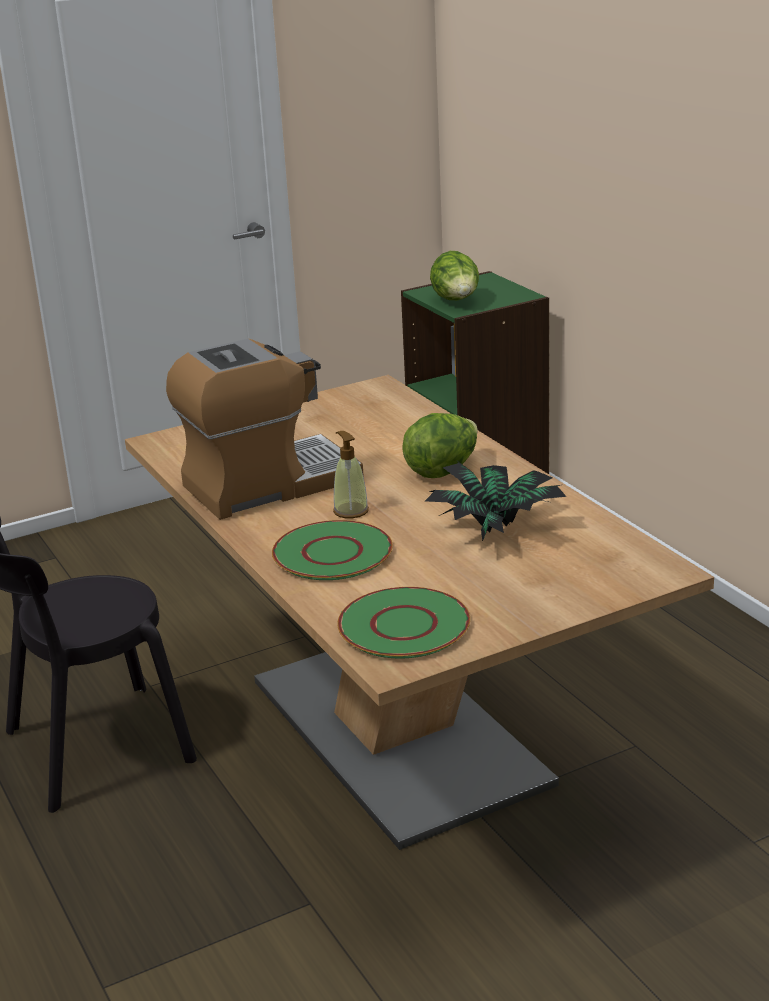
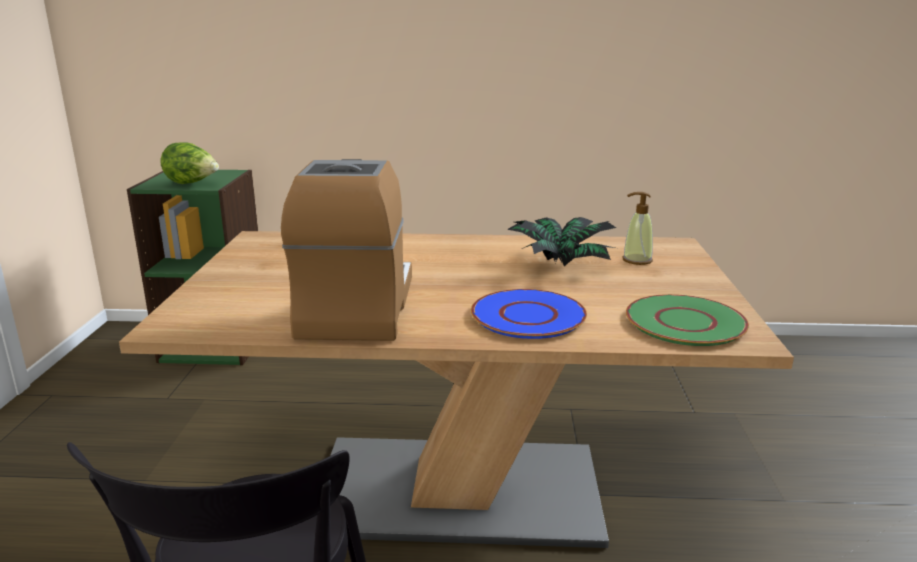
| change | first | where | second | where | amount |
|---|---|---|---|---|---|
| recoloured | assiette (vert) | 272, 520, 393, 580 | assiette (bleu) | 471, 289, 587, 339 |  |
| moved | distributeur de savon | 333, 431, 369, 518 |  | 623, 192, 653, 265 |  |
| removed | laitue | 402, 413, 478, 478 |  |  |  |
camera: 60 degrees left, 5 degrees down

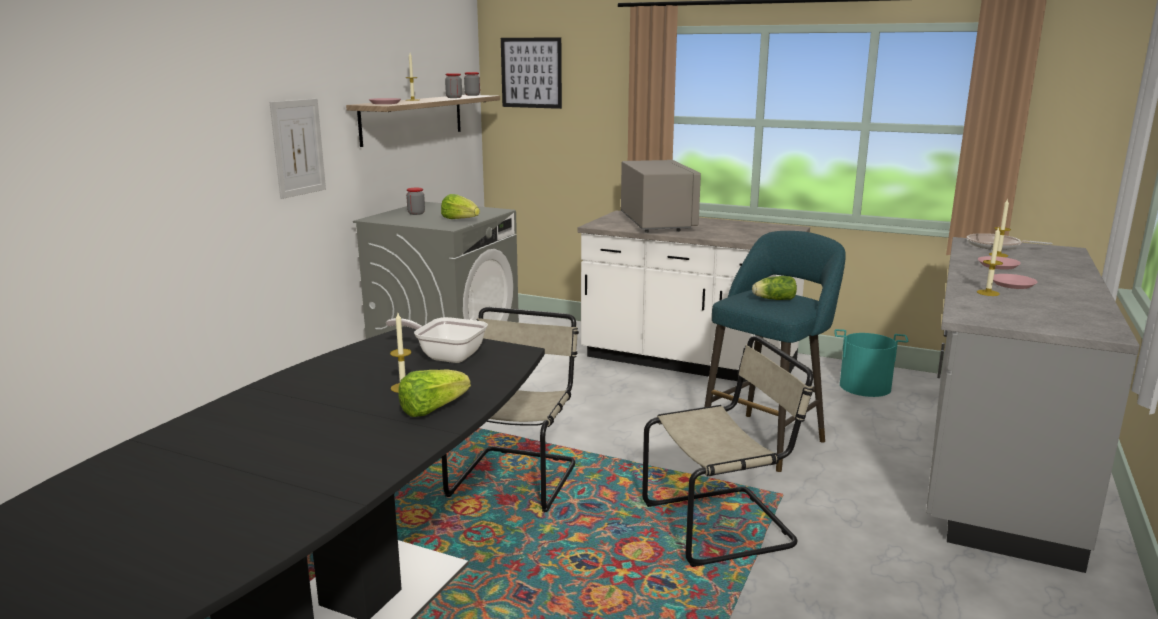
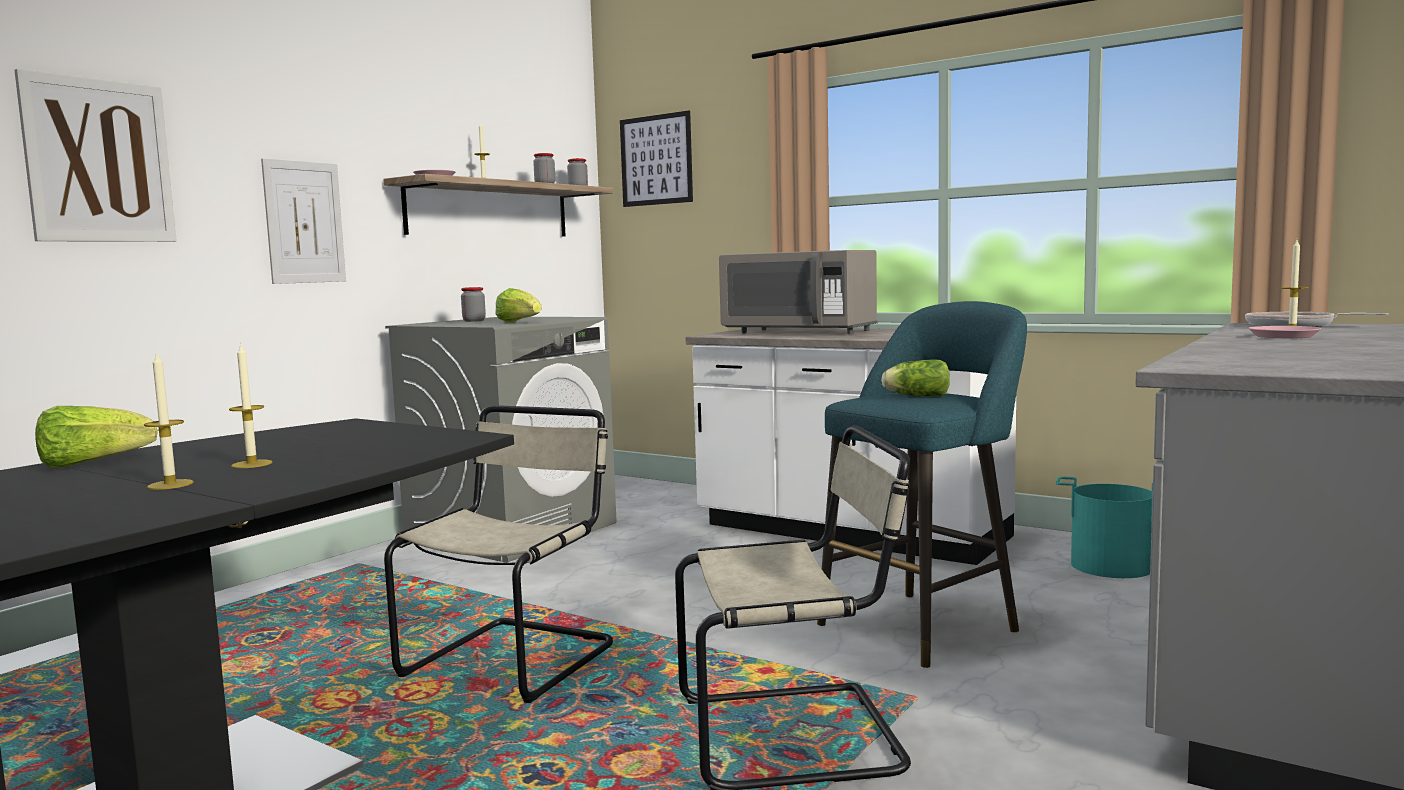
| change | first | where | second | where | amount |
|---|---|---|---|---|---|
| added |  |  | tableau | 14, 69, 177, 242 |  |
| moved | laitue | 398, 369, 471, 417 |  | 35, 406, 158, 467 |  |
| moved | bougie | 977, 227, 1003, 296 |  | 144, 352, 194, 490 |  |
| turned | micro-ondes (gris) | 621, 160, 701, 233 |  | 719, 250, 878, 334 | 120 degrees clockwise |
| removed | poêle | 386, 317, 488, 363 |  |  |  |
| removed | assiette (rose) | 993, 274, 1037, 289 |  |  |  |
camera: 10 degrees right, 10 degrees down

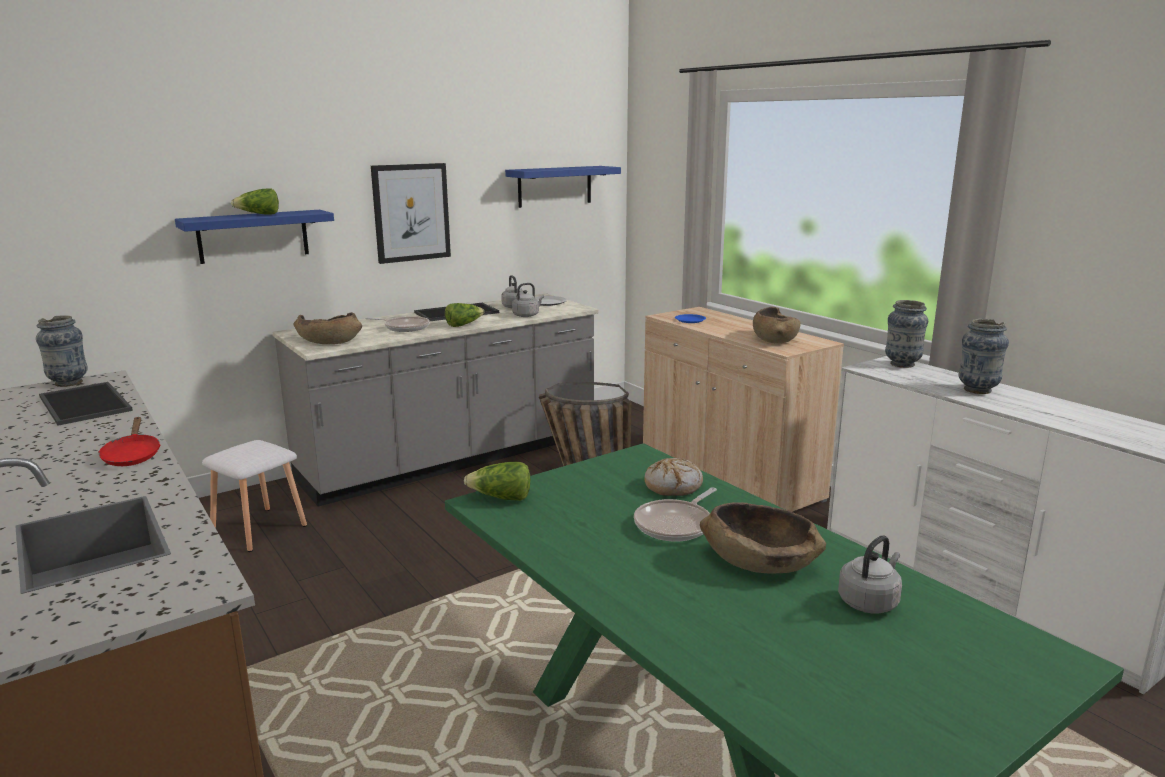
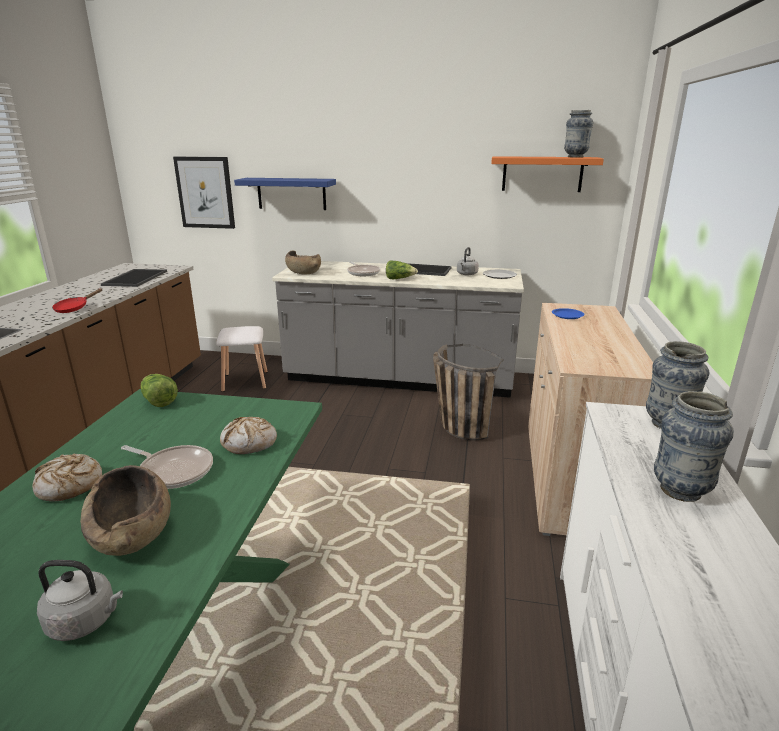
| change | first | where | second | where | amount |
|---|---|---|---|---|---|
| added |  |  | pain | 32, 454, 102, 502 |  |
| turned | poêle | 634, 487, 717, 541 |  | 121, 445, 213, 489 | 150 degrees counterclockwise |
| moved | tableau | 371, 163, 451, 264 |  | 173, 157, 235, 229 |  |
| recoloured | étagère (bleu) | 505, 166, 621, 208 | étagère (orange) | 491, 156, 604, 192 |  |
| moved | vase | 36, 315, 88, 387 |  | 564, 110, 593, 158 |  |
| removed | laitue | 231, 188, 279, 215 |  |  |  |
| removed | bouilloire (gris) | 512, 283, 544, 317 |  |  |  |
| removed | bol (marron) | 753, 307, 801, 343 |  |  |  |
camera: 45 degrees right, 5 degrees up

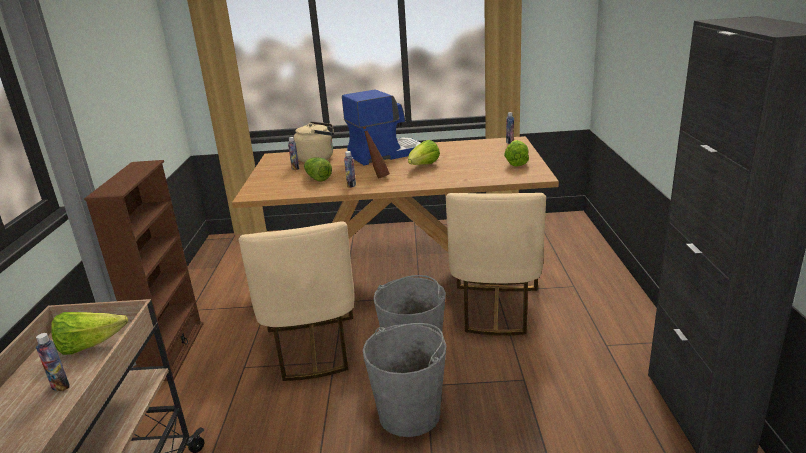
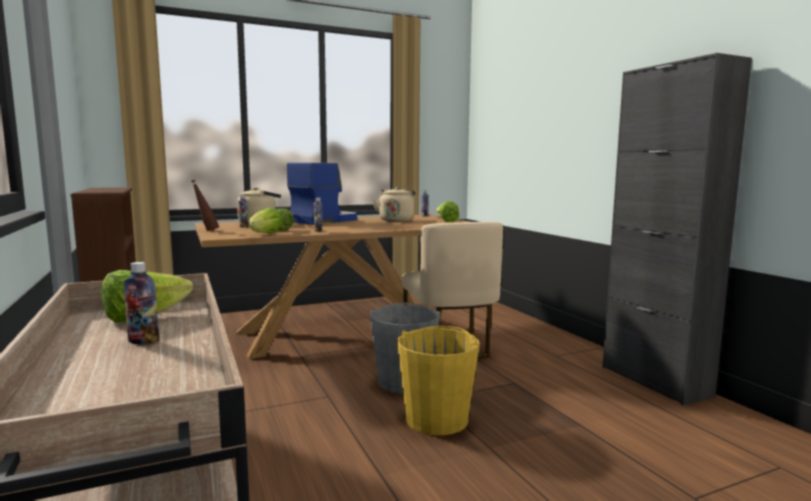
| change | first | where | second | where | amount |
|---|---|---|---|---|---|
| moved | bouteille (marron) | 363, 126, 390, 179 |  | 191, 180, 219, 231 |  |
| moved | laitue | 408, 140, 440, 165 |  | 249, 208, 282, 234 |  |
| added |  |  | bouilloire (beige) | 372, 187, 416, 222 |  |
| recoloured | seau (gris) | 363, 323, 447, 437 | seau (jaune) | 397, 326, 480, 436 |  |
| removed | chaise (beige) | 239, 221, 355, 381 |  |  |  |
camera: 25 degrees left, 15 degrees down

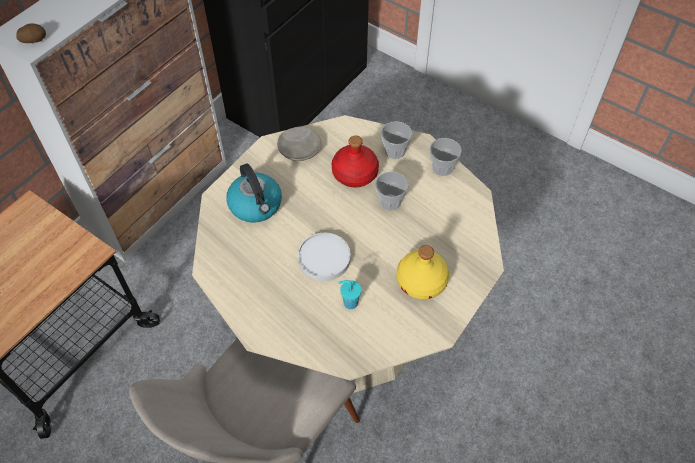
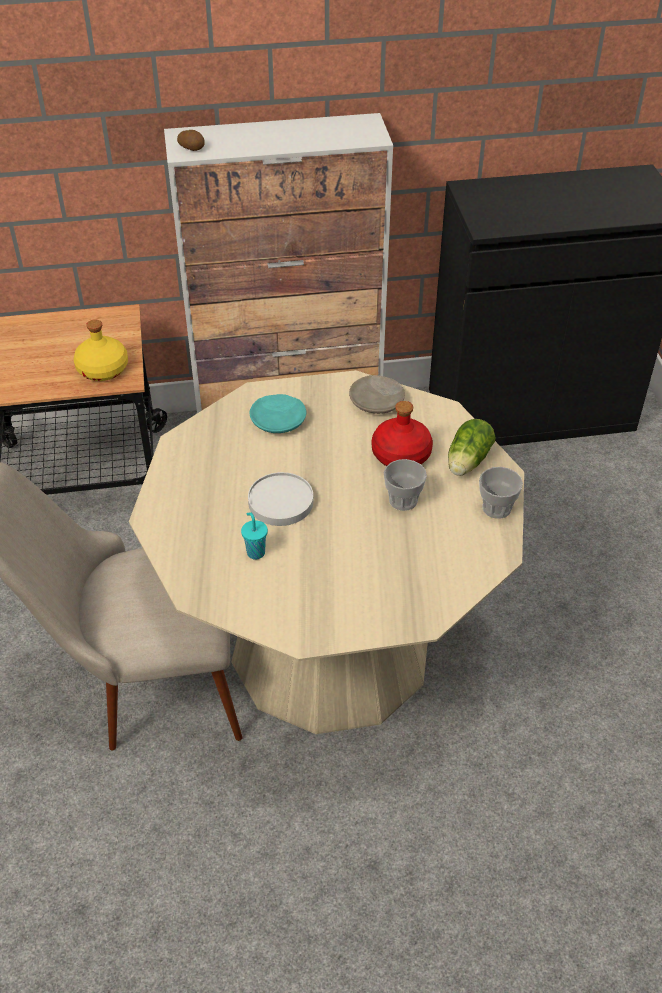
| change | first | where | second | where | amount |
|---|---|---|---|---|---|
| moved | bouteille (jaune) | 396, 245, 449, 299 |  | 73, 319, 128, 381 |  |
| replaced | bouilloire | 226, 164, 282, 223 | assiette (turquoise) | 250, 394, 306, 433 |  |
| replaced | tasse | 381, 121, 412, 159 | laitue | 448, 419, 496, 476 |  |
camera: 45 degrees right, 10 degrees down

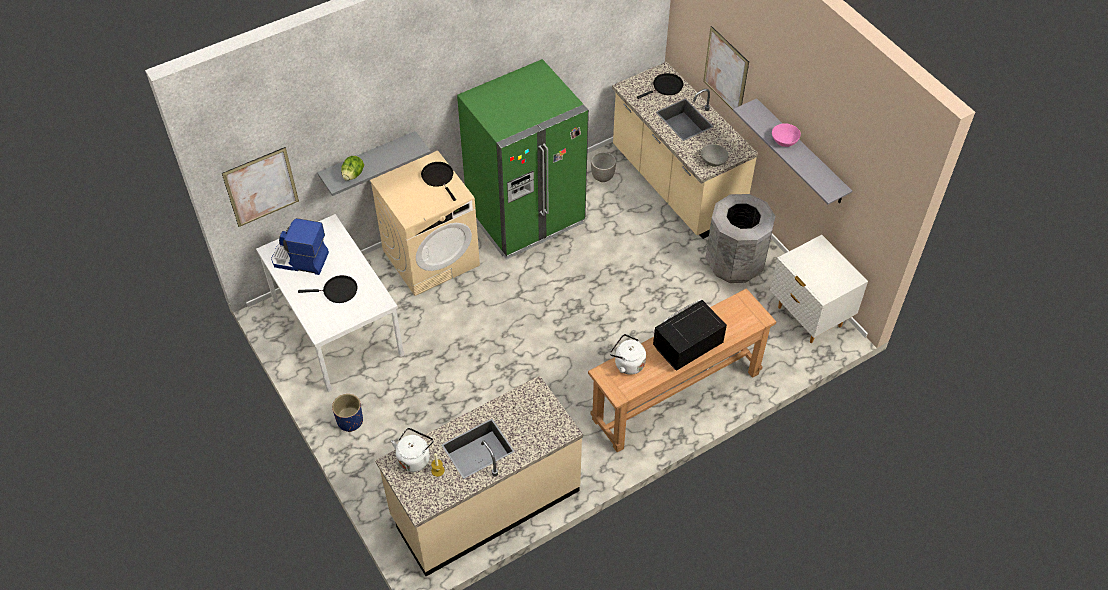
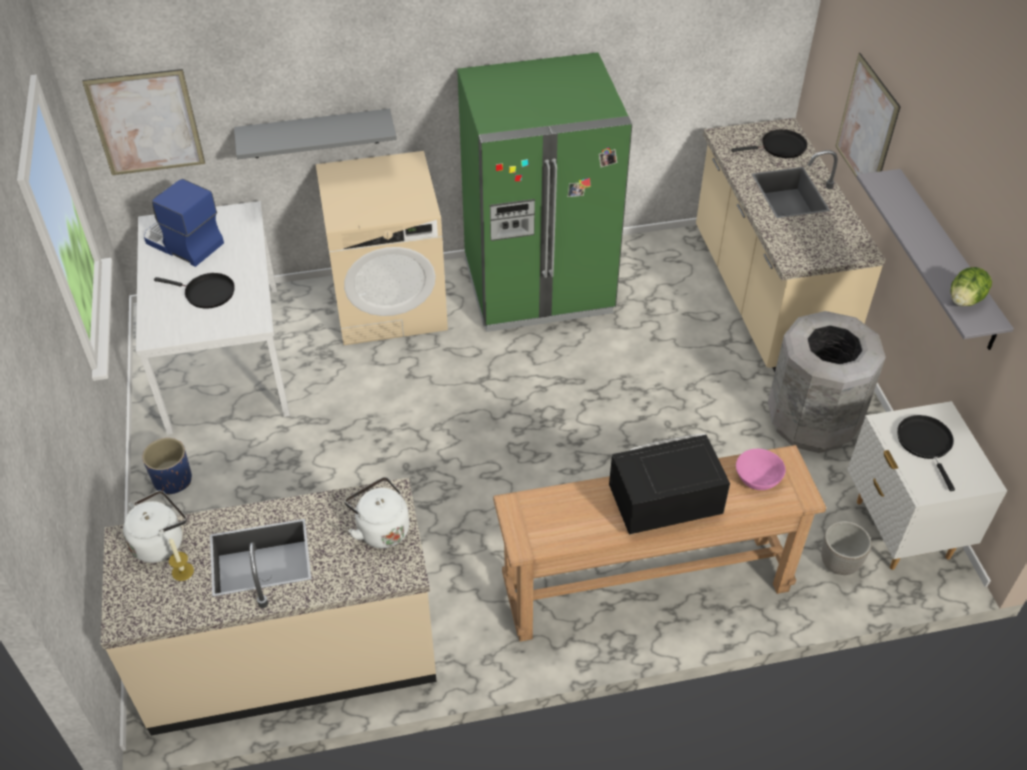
| change | first | where | second | where | amount |
|---|---|---|---|---|---|
| moved | bouilloire (blanc) | 610, 334, 646, 375 |  | 345, 477, 409, 548 |  |
| moved | bol (rose) | 772, 123, 801, 147 |  | 736, 449, 786, 490 |  |
| moved | cache-pot | 591, 152, 616, 182 |  | 821, 521, 872, 575 |  |
| moved | poêle (noir) | 421, 162, 456, 201 |  | 897, 415, 955, 491 |  |
| moved | laitue | 341, 156, 364, 181 |  | 951, 267, 992, 306 |  |
| removed | bol (gris) | 701, 144, 729, 167 |  |  |  |
camera: 20 degrees right, 5 degrees down

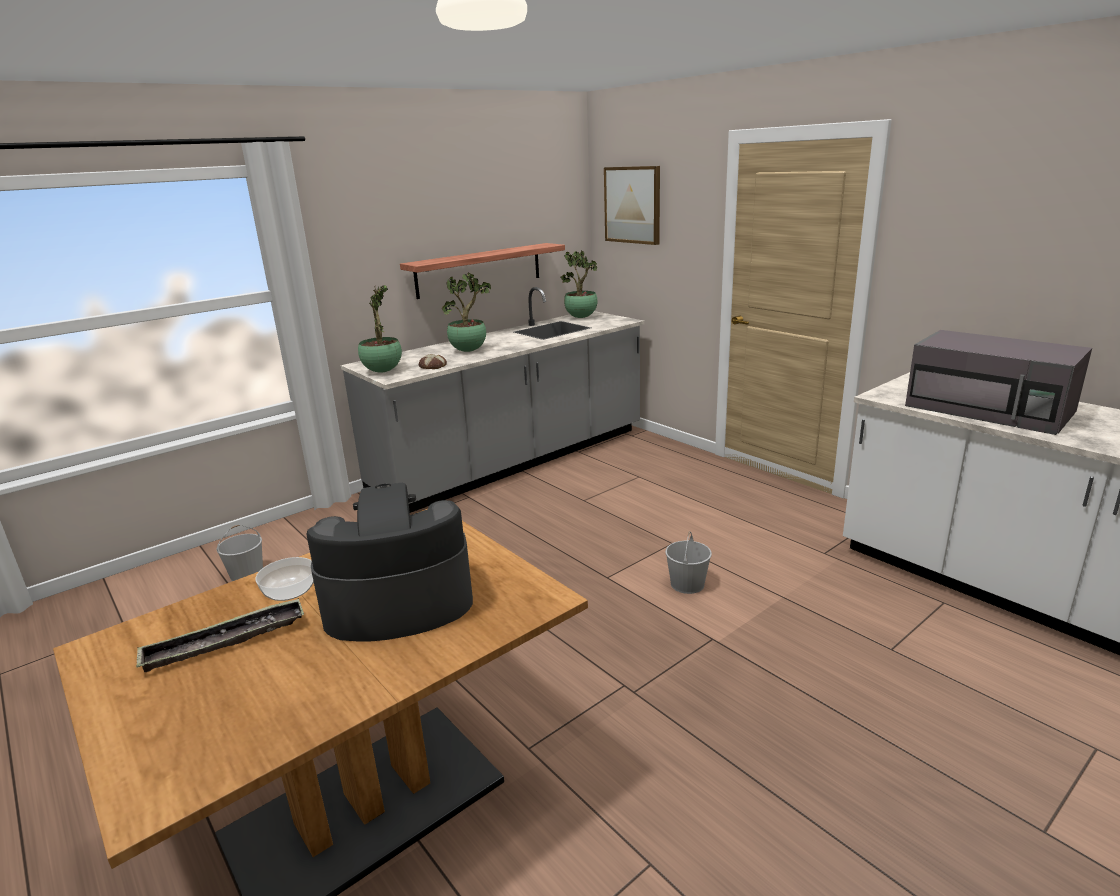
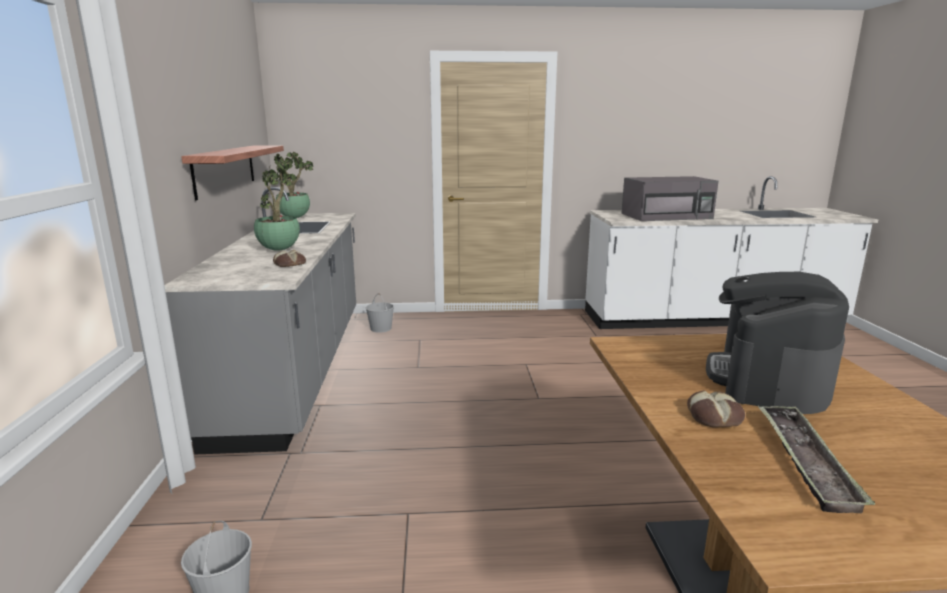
| change | first | where | second | where | amount |
|---|---|---|---|---|---|
| moved | seau (blanc) | 665, 531, 712, 594 |  | 366, 293, 394, 333 |  |
| replaced | bol | 255, 557, 314, 601 | pain | 687, 390, 745, 428 |  |
| removed | plante en pot | 358, 285, 402, 373 |  |  |  |
| removed | tableau | 604, 166, 660, 245 |  |  |  |
camera: 55 degrees left, 5 degrees down

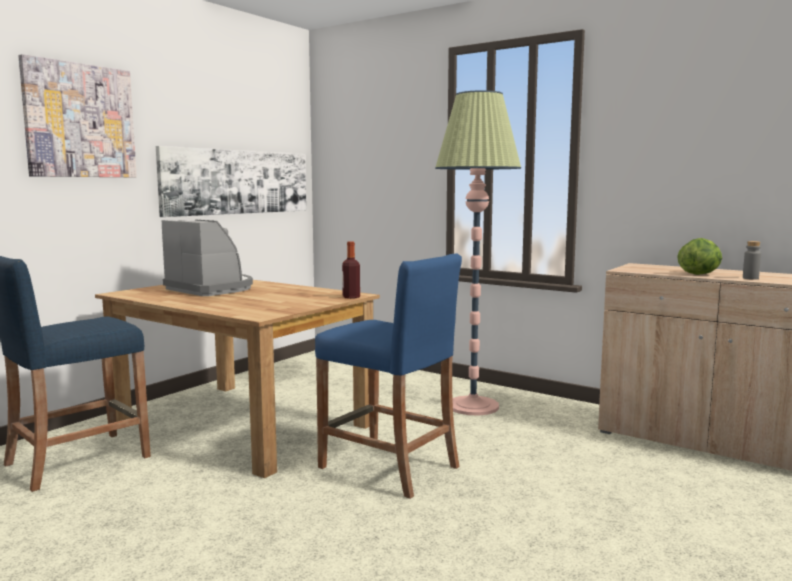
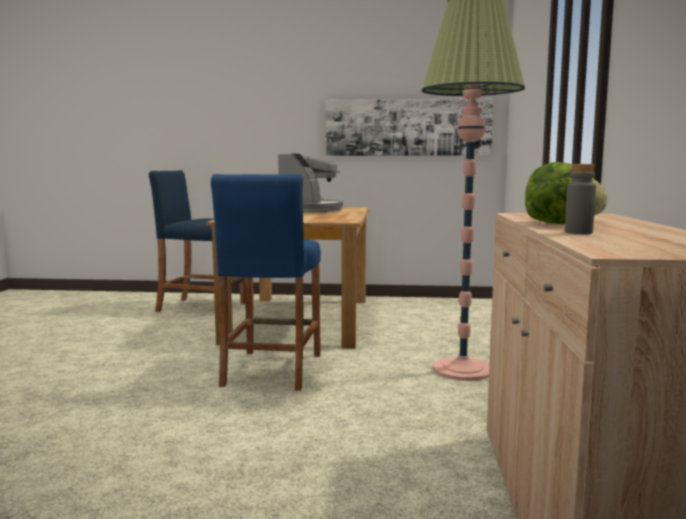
| change | first | where | second | where | amount |
|---|---|---|---|---|---|
| removed | tableau | 18, 54, 137, 177 |  |  |  |
| removed | bouteille | 342, 241, 360, 299 |  |  |  |
camera: 60 degrees right, 0 degrees up

